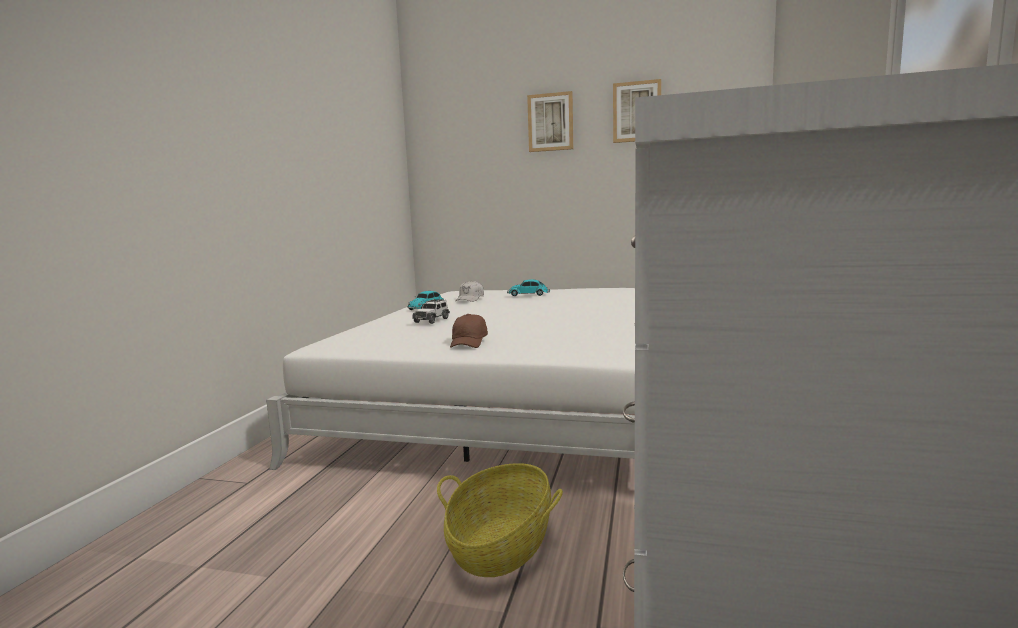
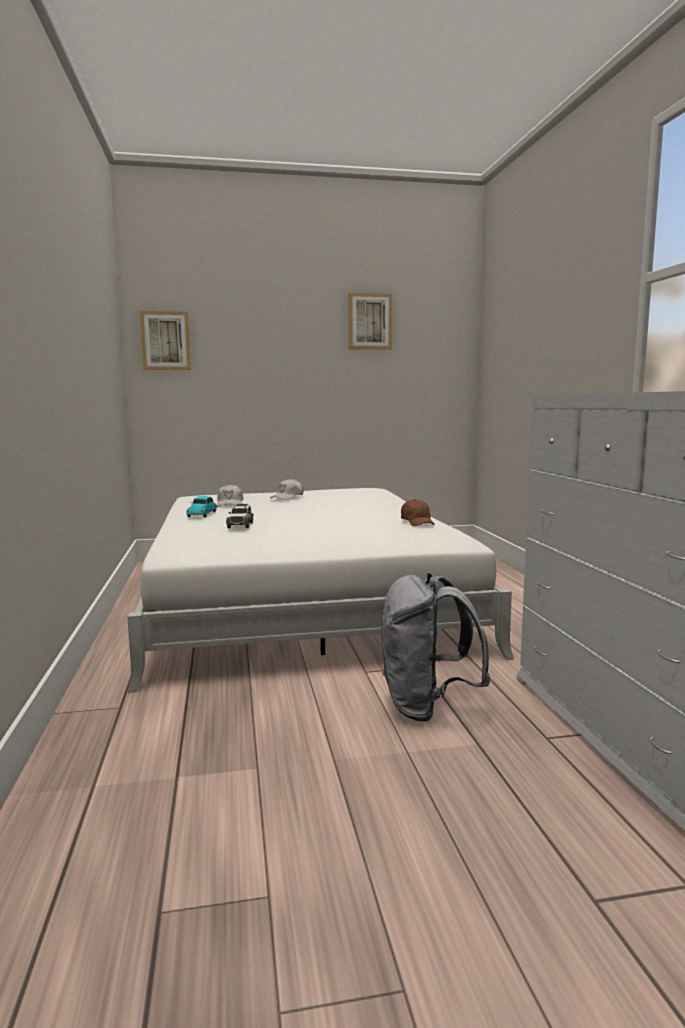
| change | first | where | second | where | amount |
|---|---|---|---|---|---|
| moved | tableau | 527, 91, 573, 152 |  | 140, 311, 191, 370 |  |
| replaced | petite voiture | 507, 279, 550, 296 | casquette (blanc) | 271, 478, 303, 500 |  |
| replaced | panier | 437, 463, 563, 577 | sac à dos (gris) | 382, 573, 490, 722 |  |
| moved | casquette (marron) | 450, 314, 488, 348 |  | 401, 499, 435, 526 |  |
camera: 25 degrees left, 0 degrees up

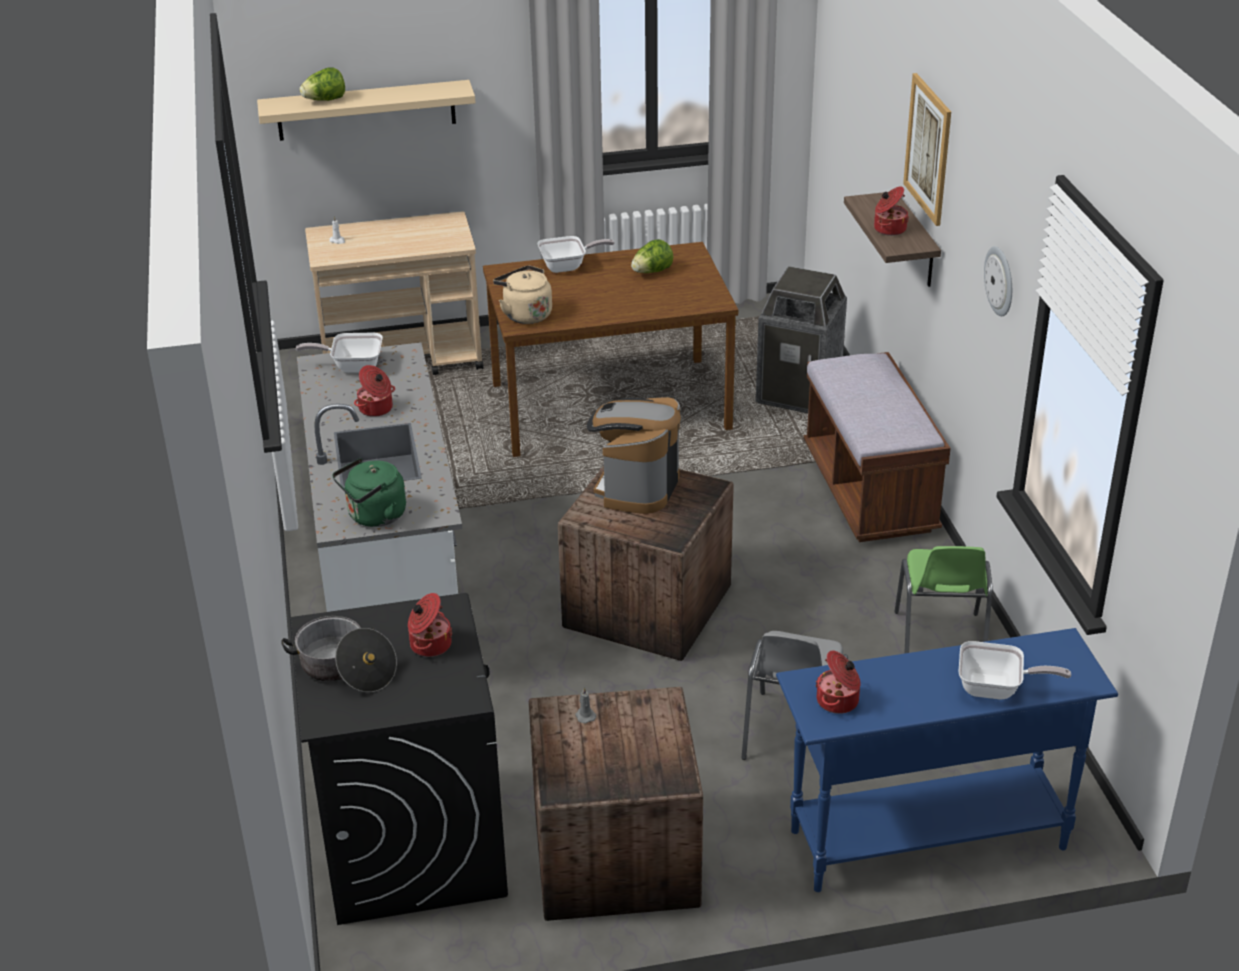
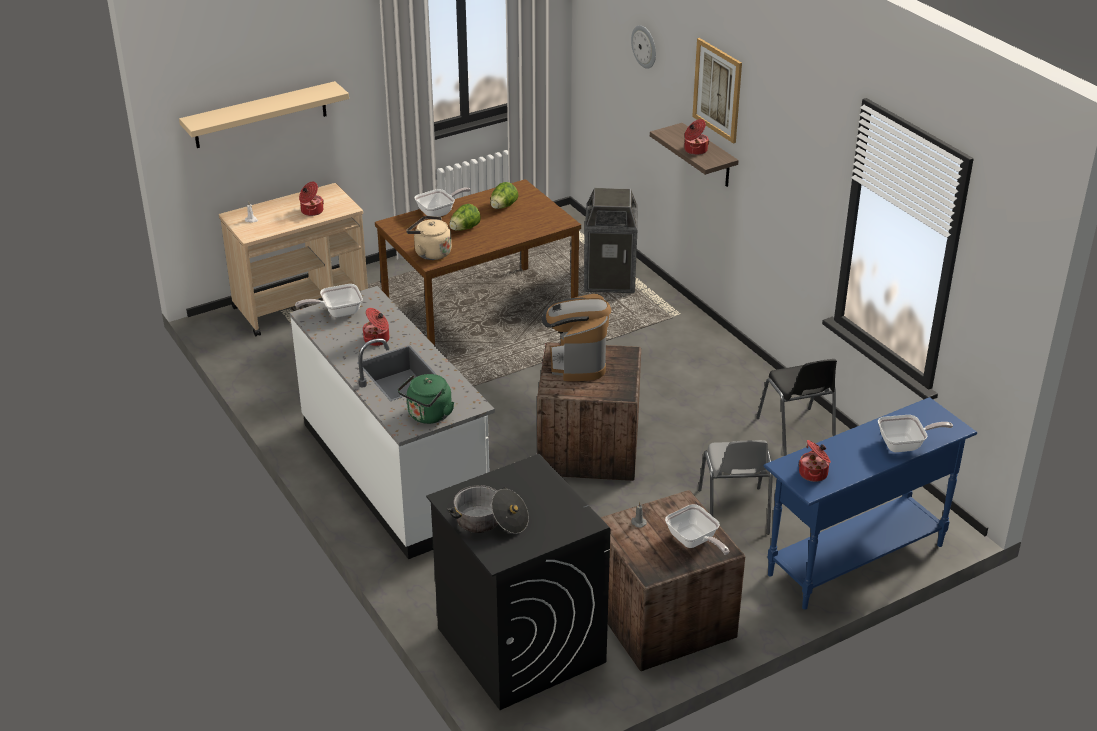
| change | first | where | second | where | amount |
|---|---|---|---|---|---|
| moved | marmite | 408, 593, 453, 657 |  | 299, 181, 324, 216 |  |
| moved | laitue | 300, 67, 345, 101 |  | 449, 204, 481, 231 |  |
| moved | horloge murale | 984, 246, 1012, 316 |  | 631, 25, 656, 69 |  |
| added |  |  | poêle | 665, 504, 729, 555 |  |
| recoloured | chaise (vert) | 894, 546, 992, 654 | chaise (noir) | 756, 359, 837, 456 |  |
| removed | banc (marron) | 803, 352, 951, 542 |  |  |  |
camera: 20 degrees left, 0 degrees up

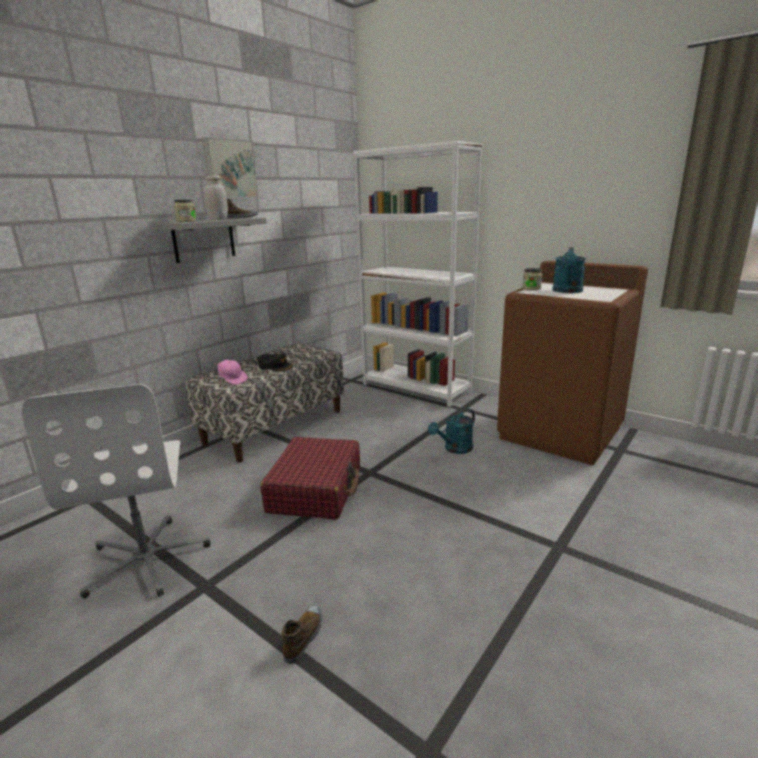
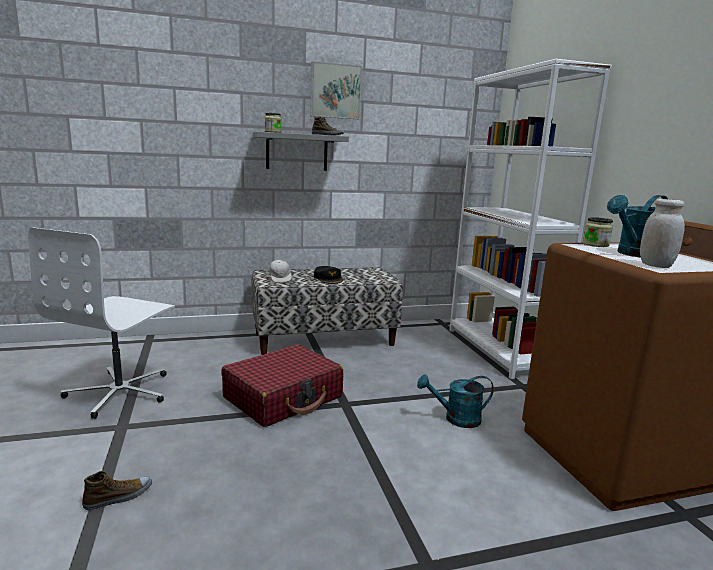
| change | first | where | second | where | amount |
|---|---|---|---|---|---|
| recoloured | casquette (rose) | 215, 360, 248, 385 | casquette (blanc) | 269, 260, 292, 283 |  |
| moved | bocal (blanc) | 205, 175, 228, 220 |  | 640, 199, 685, 268 |  |
camera: 35 degrees right, 5 degrees down

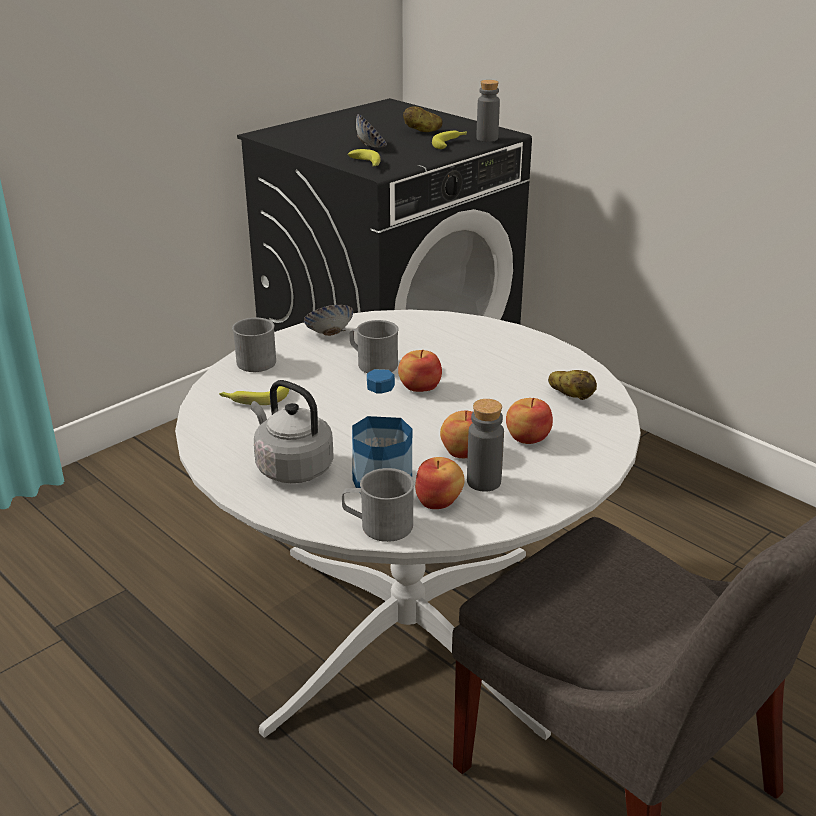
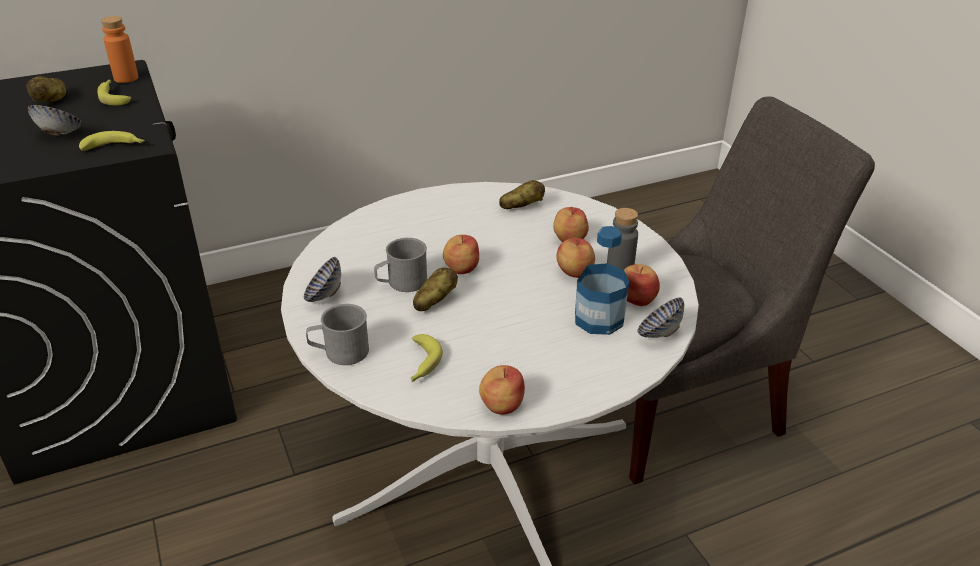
| change | first | where | second | where | amount |
|---|---|---|---|---|---|
| recoloured | bouteille (gris) | 476, 80, 500, 142 | bouteille (orange) | 101, 16, 138, 83 |  |
| added |  |  | pomme de terre | 413, 267, 458, 311 |  |
| added |  |  | pomme | 479, 365, 525, 415 |  |
| replaced | mug (gris) | 342, 468, 414, 542 | bol | 637, 298, 684, 338 |  |
| removed | bouilloire (gris) | 251, 380, 334, 483 |  |  |  |
camera: 70 degrees left, 5 degrees up

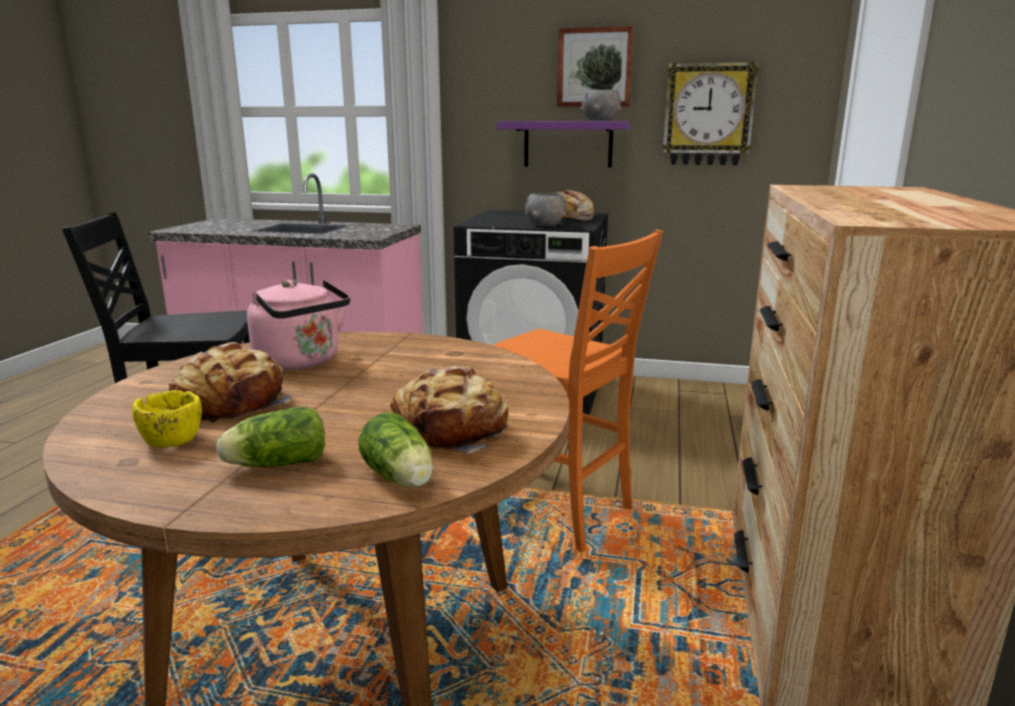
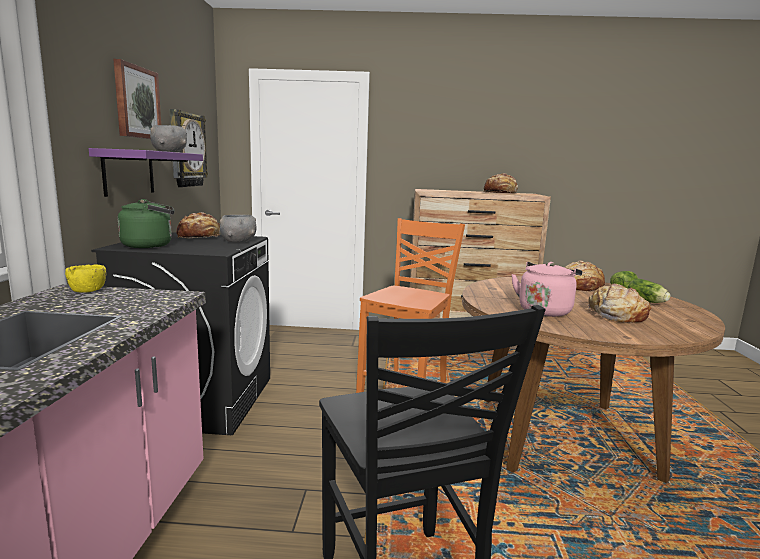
| change | first | where | second | where | amount |
|---|---|---|---|---|---|
| moved | bol (jaune) | 132, 390, 202, 447 |  | 65, 264, 106, 293 |  |
| added |  |  | bouilloire (vert) | 118, 199, 174, 248 |  |
| added |  |  | pain | 484, 173, 518, 194 |  |
camera: 100 degrees left, 5 degrees down

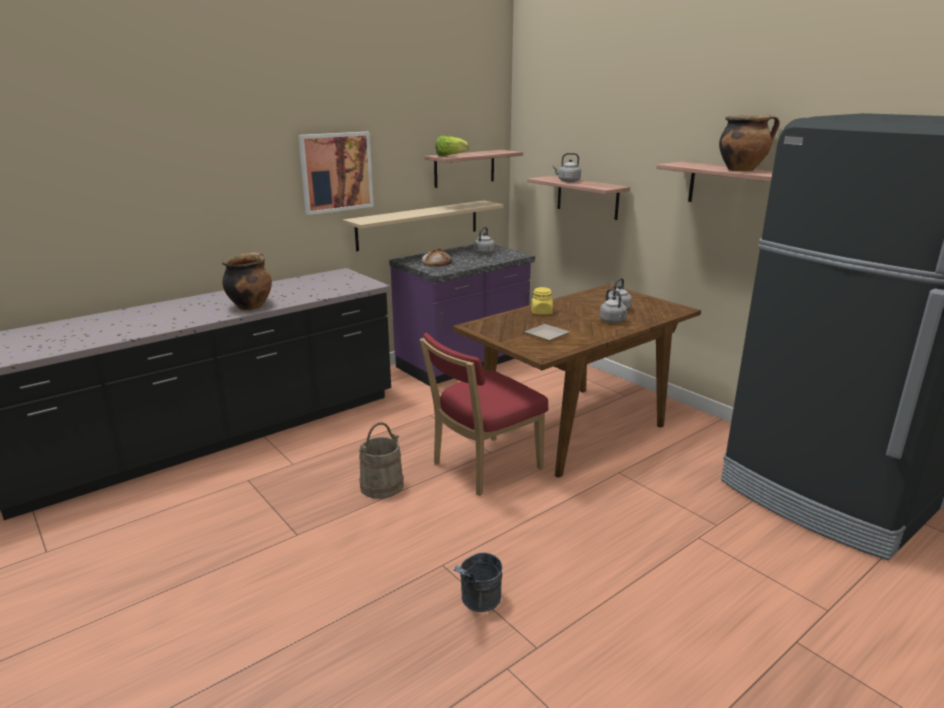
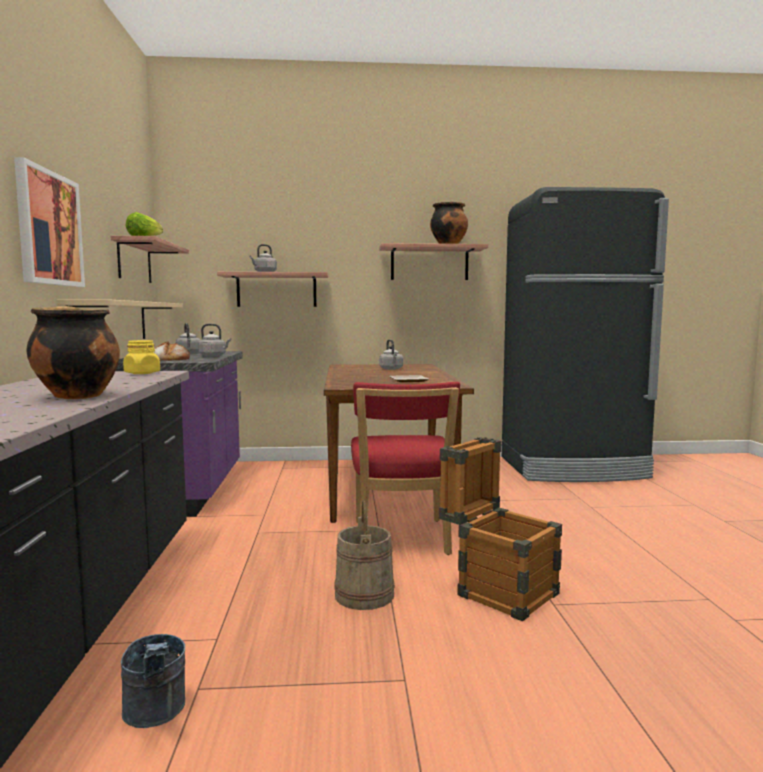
| change | first | where | second | where | amount |
|---|---|---|---|---|---|
| moved | seau (gris) | 454, 553, 502, 612 |  | 121, 634, 185, 728 |  |
| moved | bocal (jaune) | 531, 287, 553, 315 |  | 123, 340, 160, 374 |  |
| moved | bouilloire (gris) | 599, 289, 628, 323 |  | 198, 324, 231, 357 |  |
| added |  |  | caisse | 439, 437, 562, 621 |  |
camera: 55 degrees left, 15 degrees down

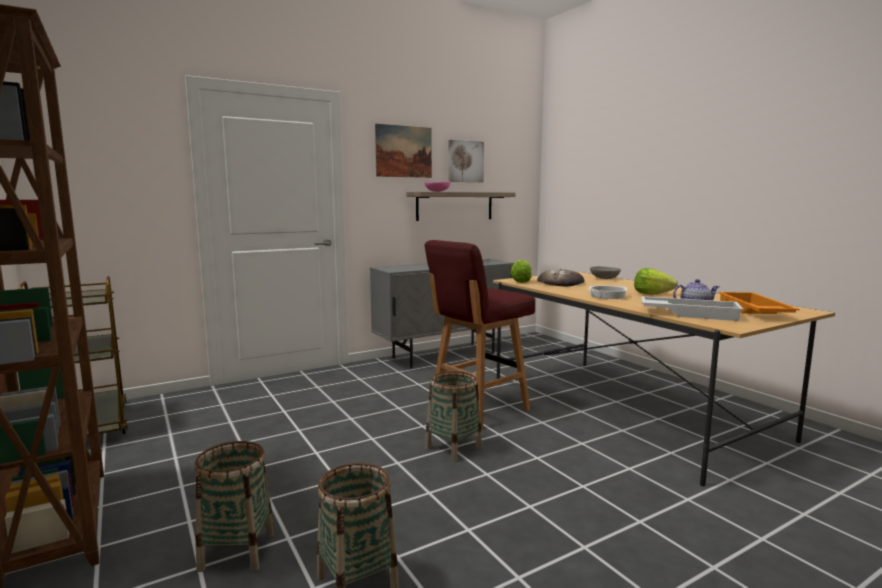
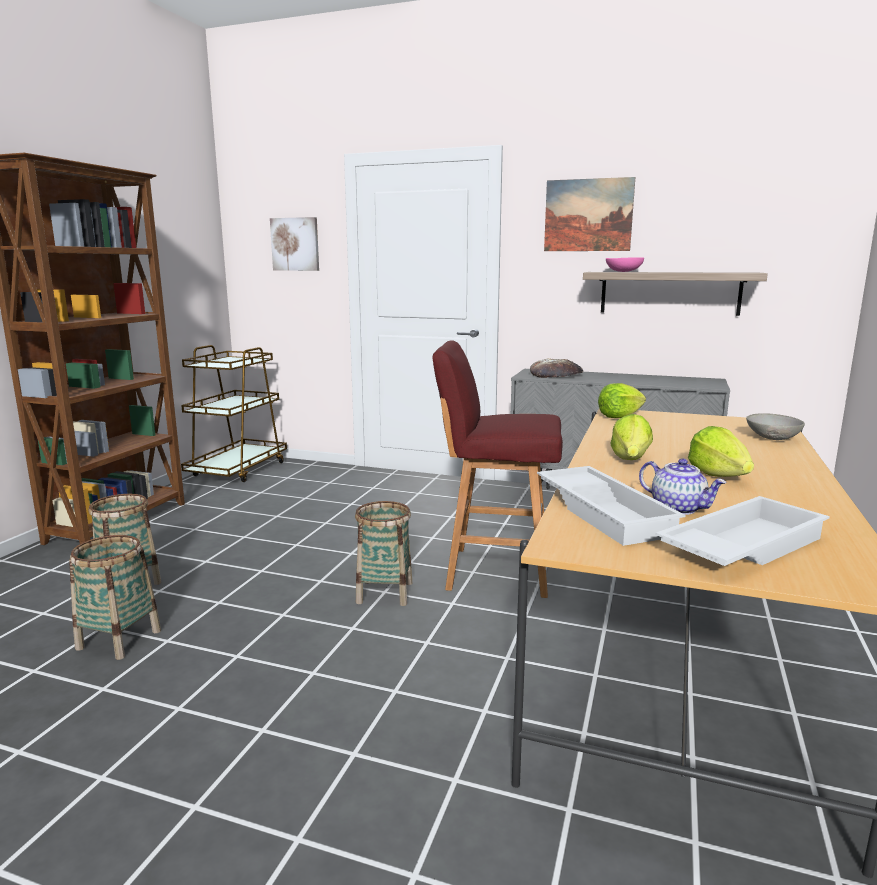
| change | first | where | second | where | amount |
|---|---|---|---|---|---|
| moved | tableau | 448, 140, 484, 182 |  | 270, 217, 319, 271 |  |
| moved | pain | 537, 269, 584, 286 |  | 530, 358, 583, 378 |  |
| replaced | marmite | 588, 285, 628, 299 | laitue | 611, 414, 653, 460 |  |
| recoloured | plateau (orange) | 718, 292, 800, 314 | plateau (blanc) | 656, 496, 830, 566 |  |
camera: 50 degrees right, 5 degrees up

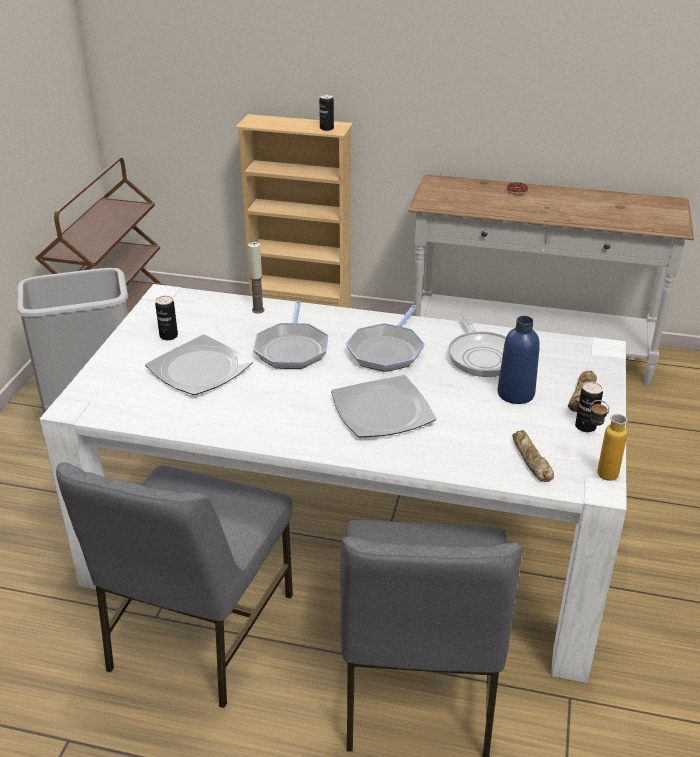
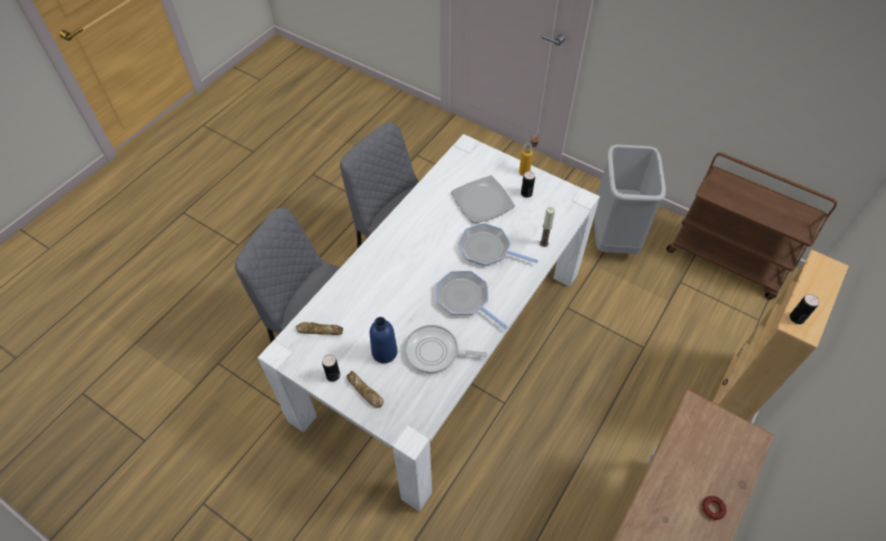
| change | first | where | second | where | amount |
|---|---|---|---|---|---|
| moved | bouteille | 590, 400, 628, 481 |  | 519, 135, 539, 176 |  |
| removed | assiette | 331, 375, 436, 437 |  |  |  |
camera: 110 degrees right, 20 degrees up

